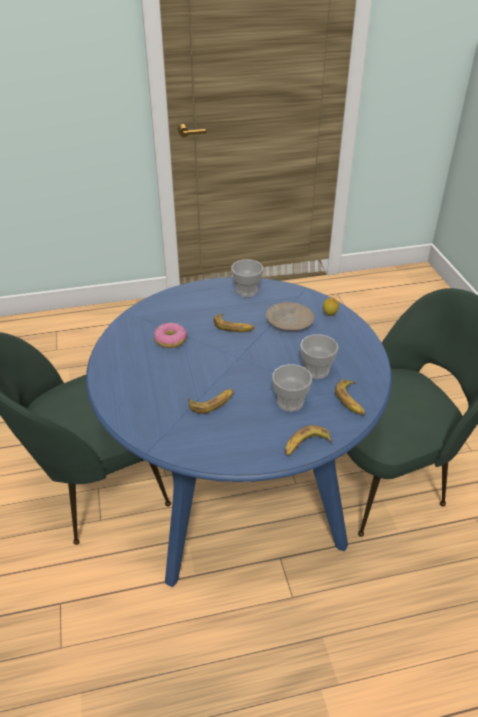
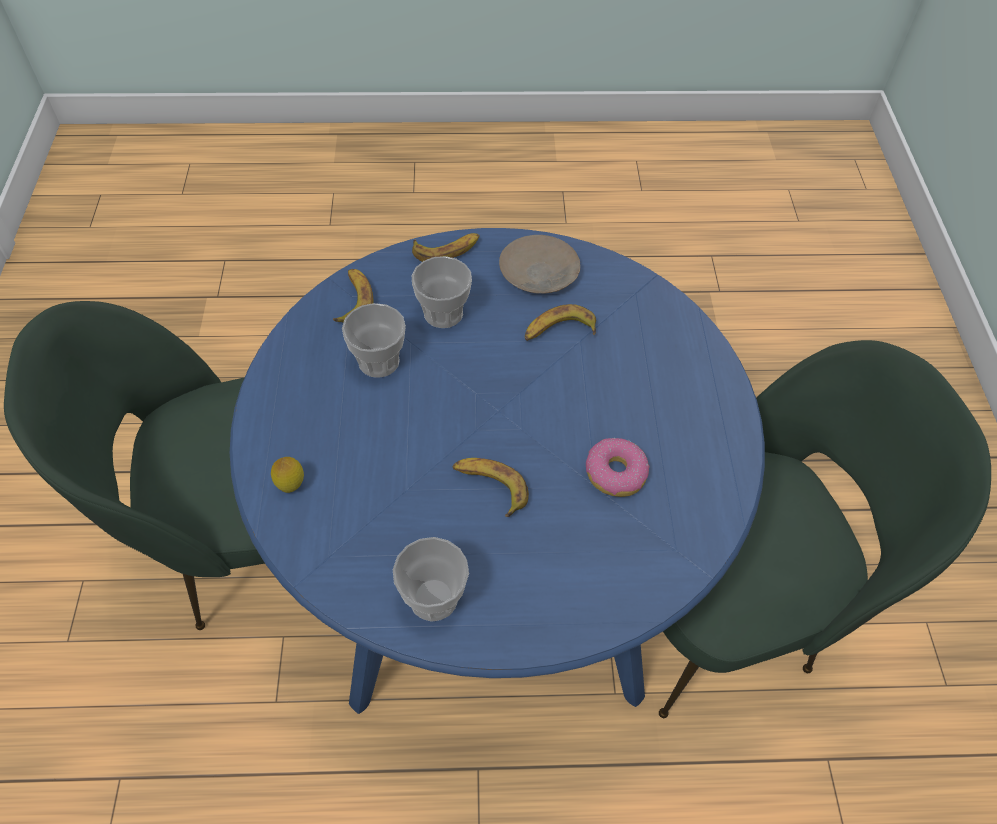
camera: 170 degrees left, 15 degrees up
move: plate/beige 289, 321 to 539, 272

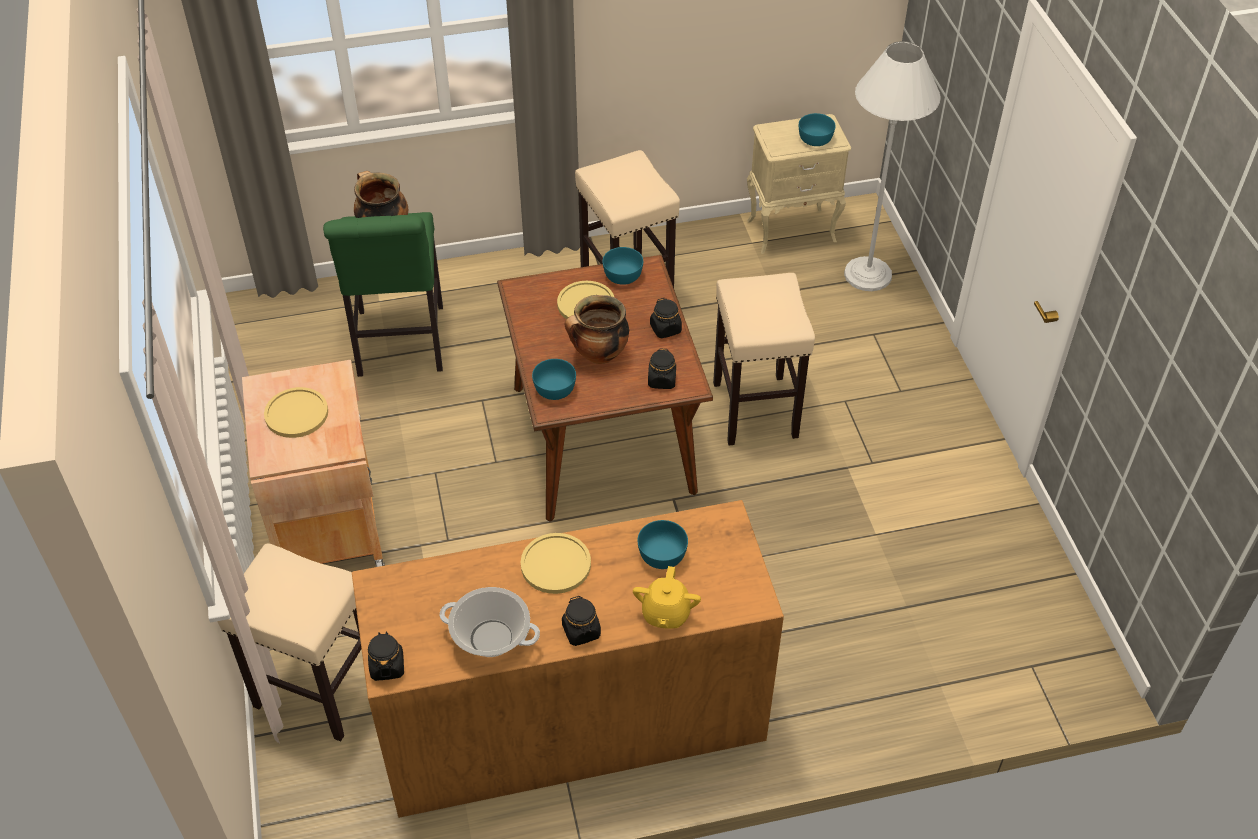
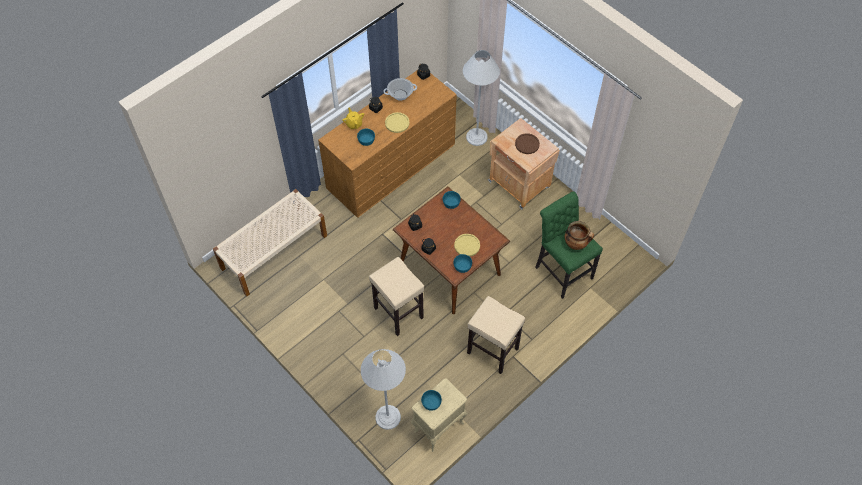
camera: 150 degrees right, 10 degrees up
delete: cooking pot 598, 355
insert: bench/beige 274, 251
replace: stool/beige 316, 690 to floor lamp/white 476, 137
recolor: plate/yellow 296, 414 to plate/brown 527, 144

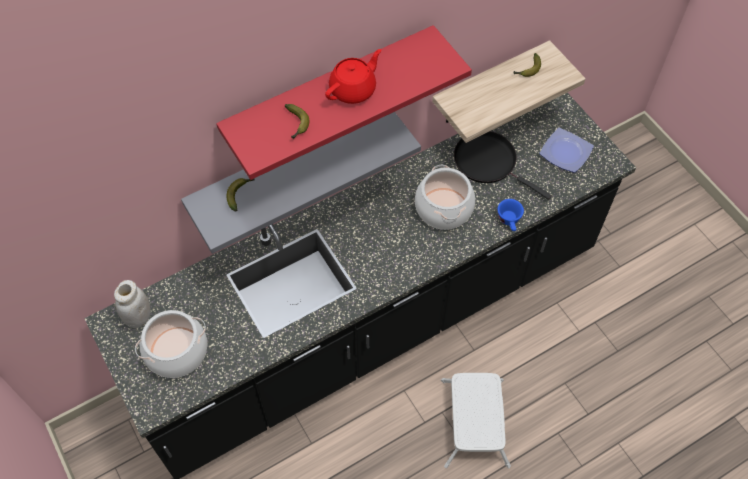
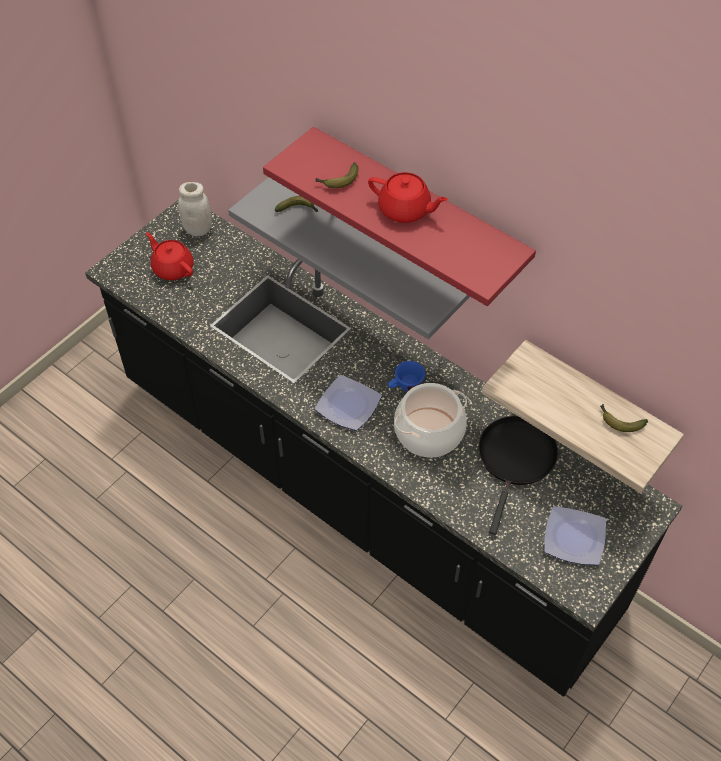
camera: 70 degrees right, 5 degrees down
delete: step ladder/white 475, 422
insert: plate 348, 407
move: cup/blue 509, 221 to 405, 386
replace: cooking pot 176, 352 to teapot/red 172, 268

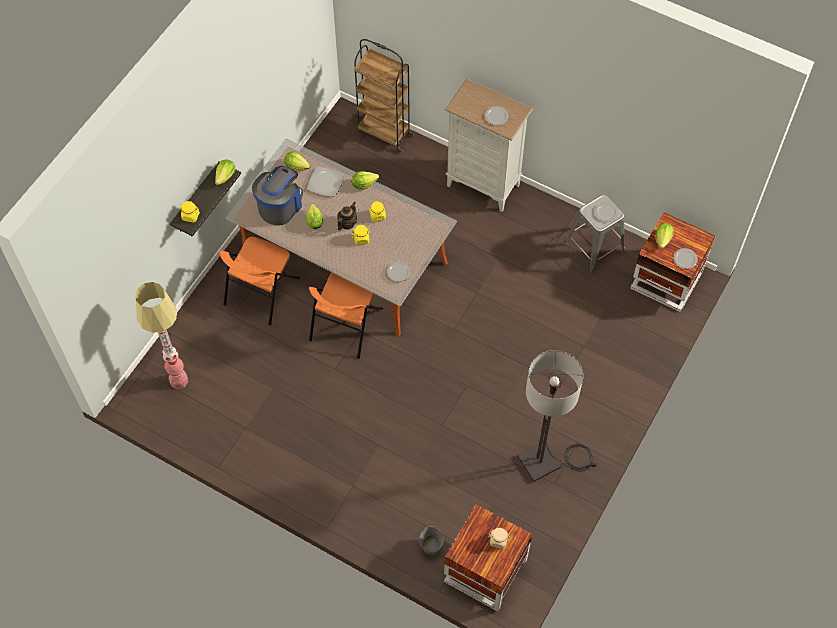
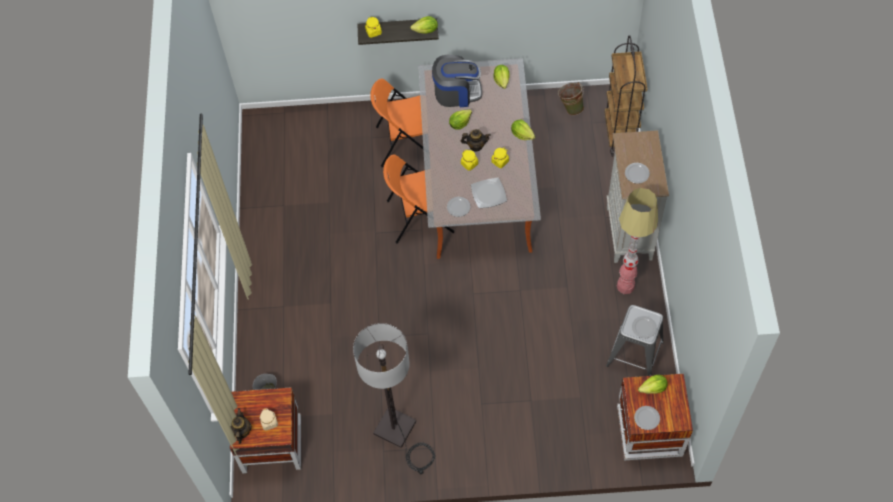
camera: 60 degrees right, 0 degrees up
insert: teapot 241, 431; bucket/green 570, 107
move: plate 326, 183 to 489, 194; floor lamp 179, 381 to 625, 286

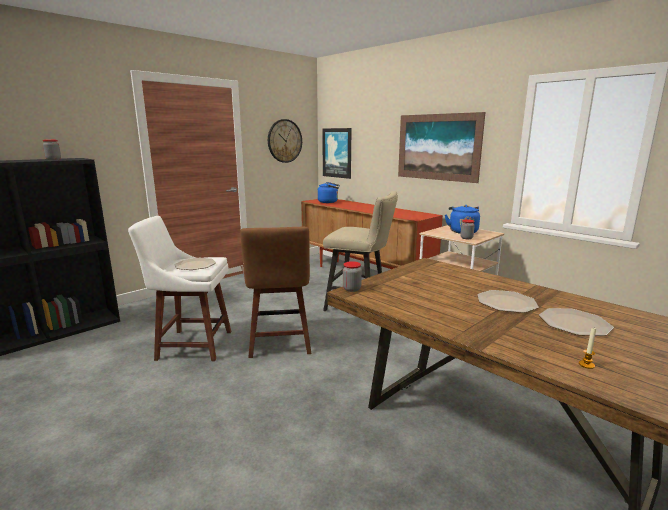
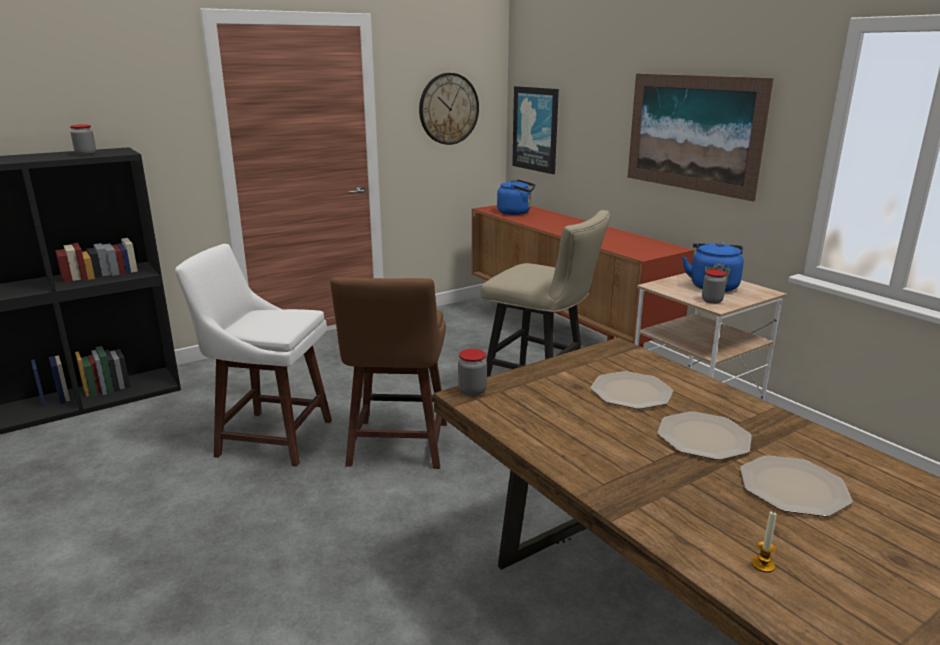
camera: 10 degrees right, 5 degrees up
move: plate 195, 265 to 632, 392

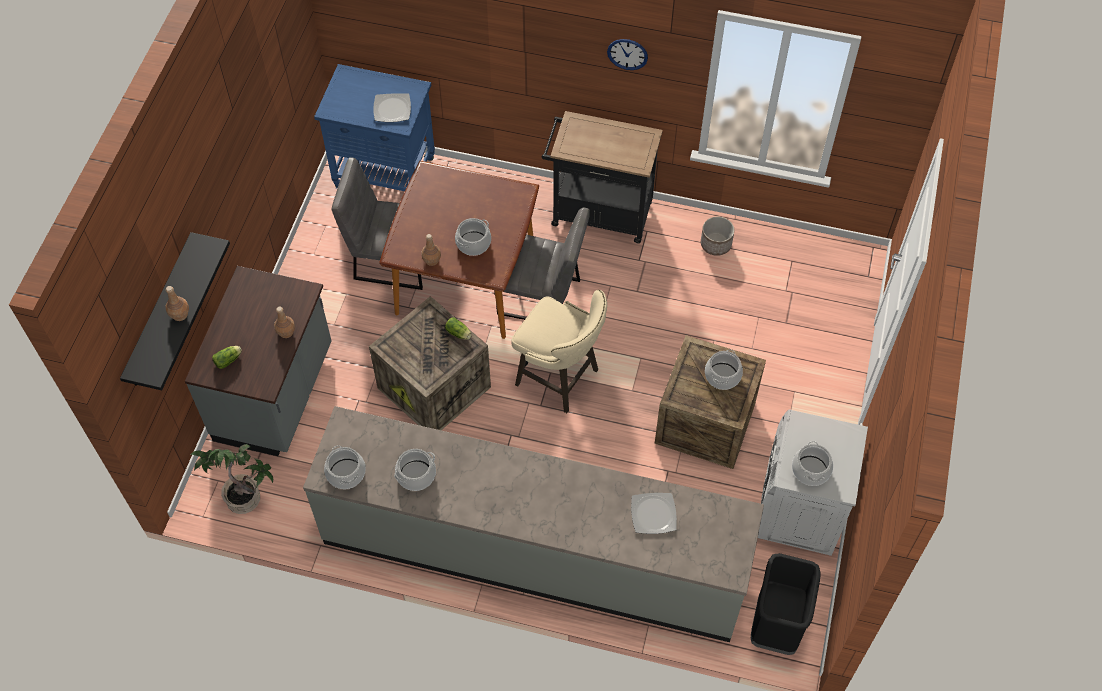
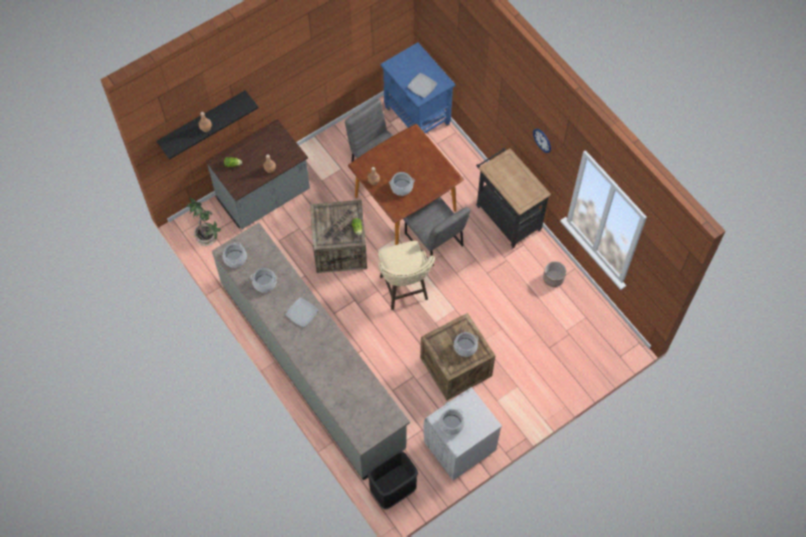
camera: 40 degrees right, 5 degrees up
move: plate 654, 514 to 302, 313

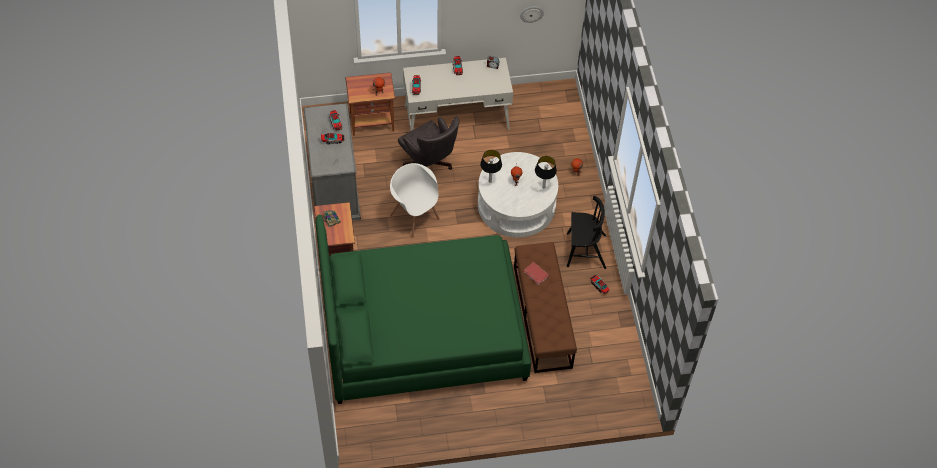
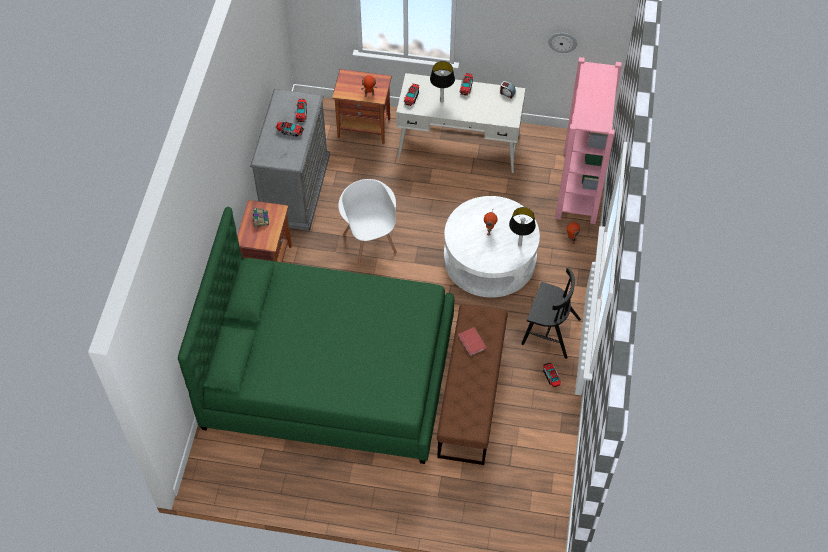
camera: 20 degrees right, 0 degrees up
delete: office chair/grey 429, 166
insert: bookcase/pink 579, 187
move: table lamp 490, 181 to 442, 101

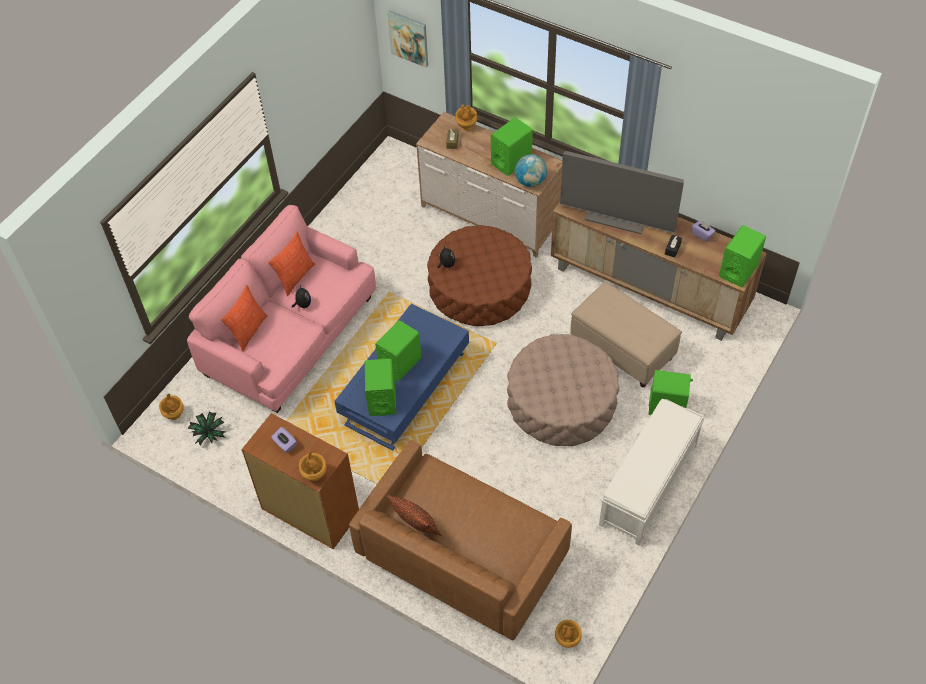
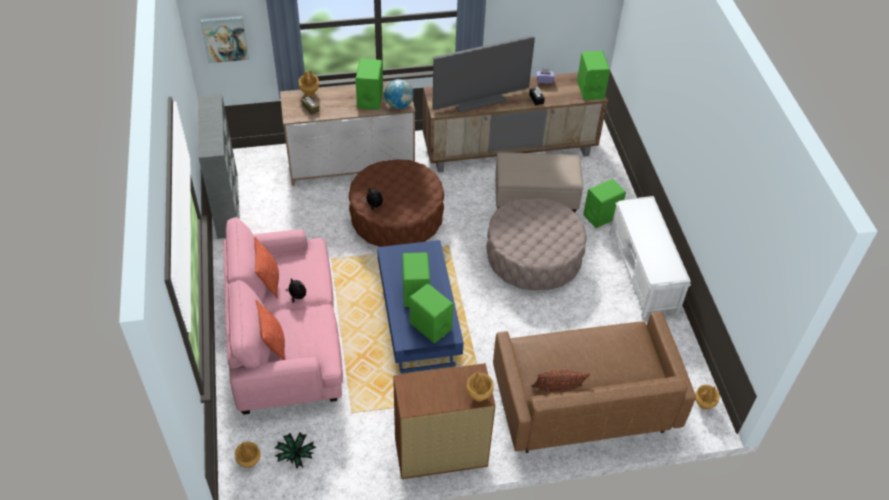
camera: 45 degrees left, 5 degrees down
delete: tissue box/purple 285, 444
insert: bookcase/grey 227, 205

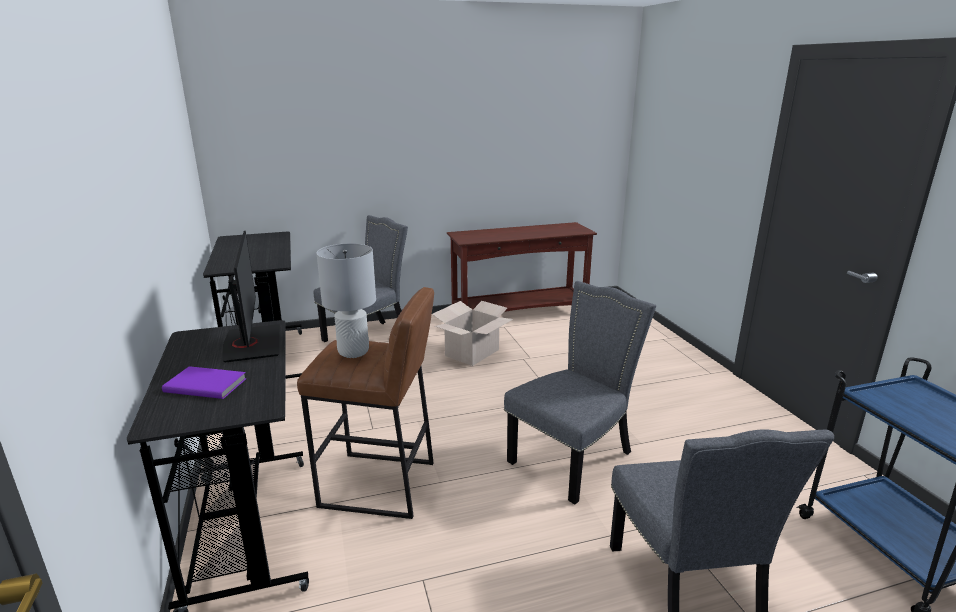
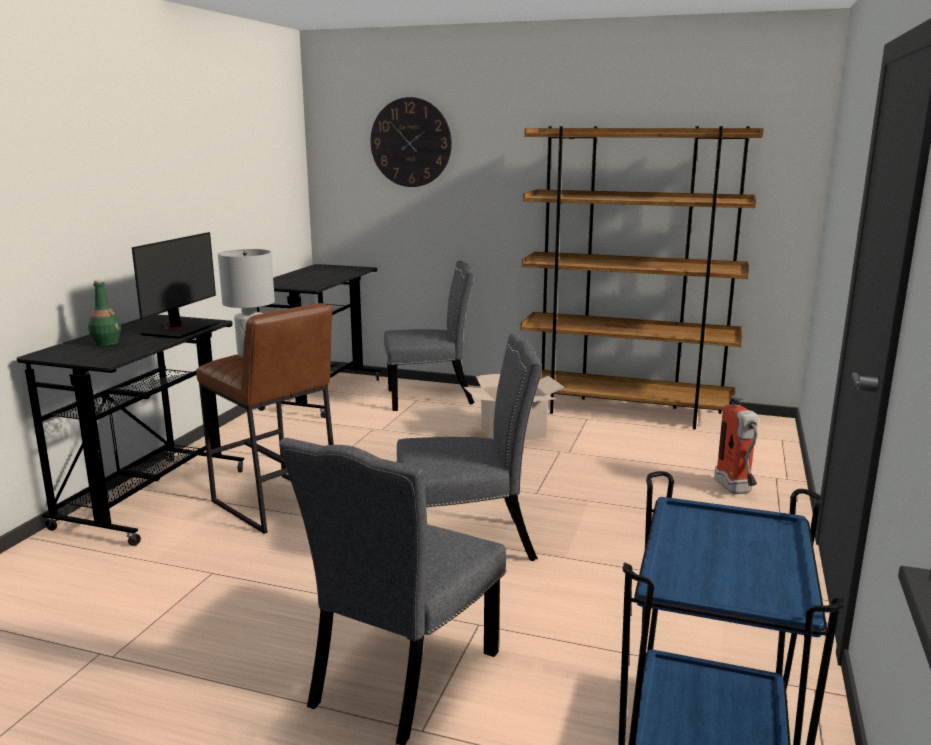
camera: 35 degrees right, 5 degrees down
insert: wall clock 411, 142; fire extinguisher 736, 490
replace: book/purple 205, 384 to bottle/green 107, 343; console table/brown 519, 314 to bookcase/brown 625, 411

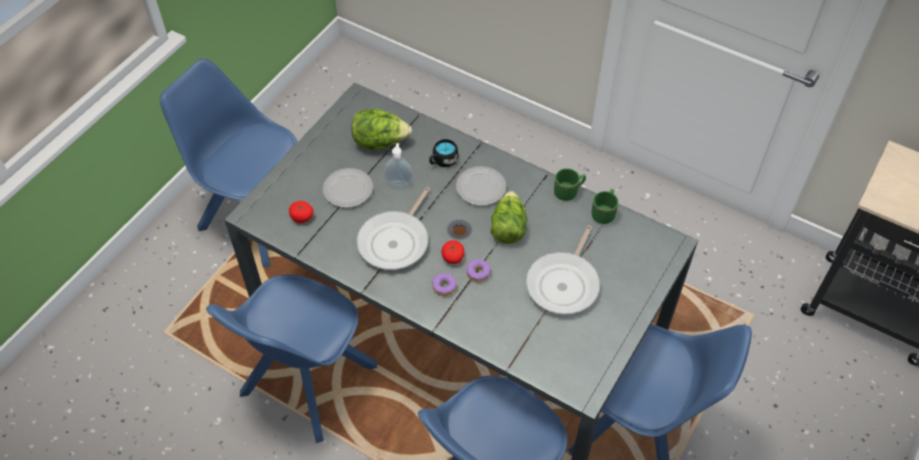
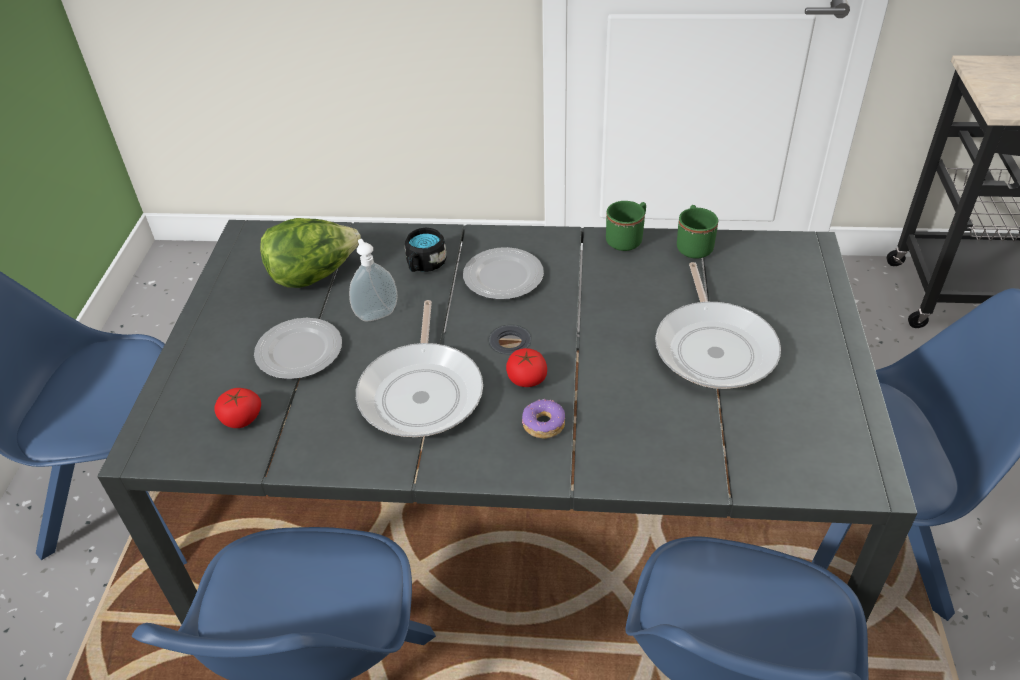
camera: 25 degrees left, 10 degrees down
delete: donut 478, 273; lettuce 507, 227

